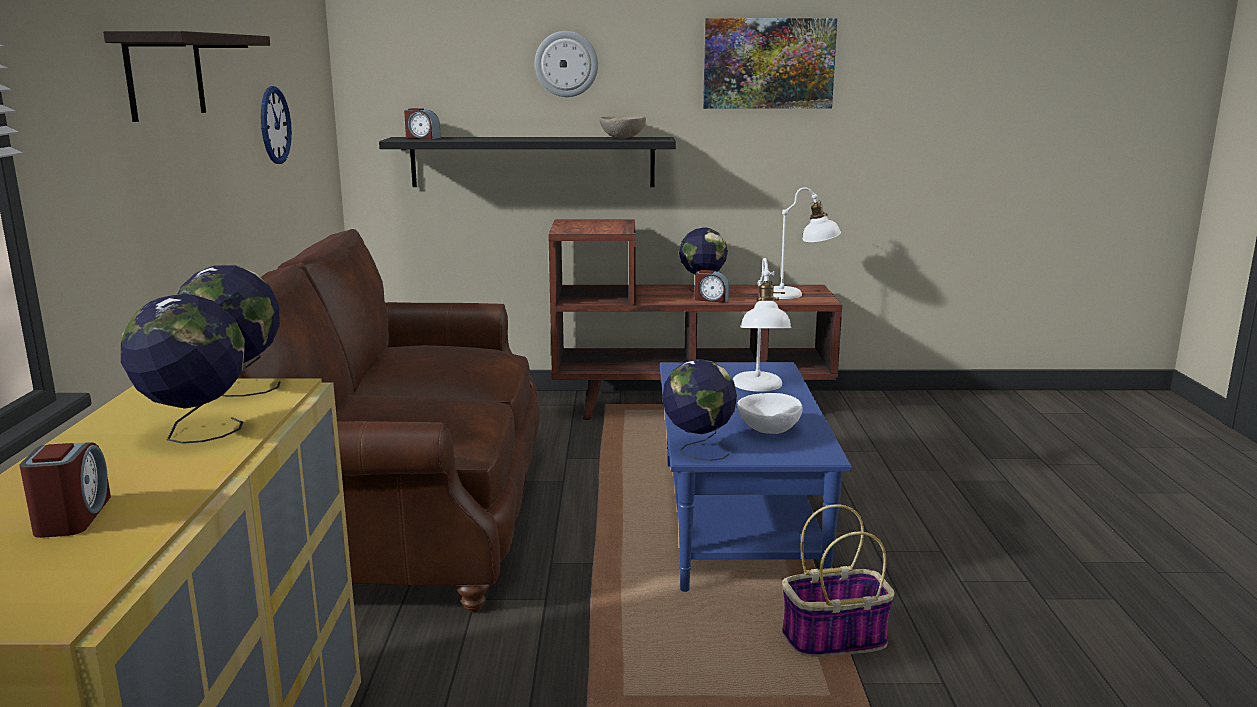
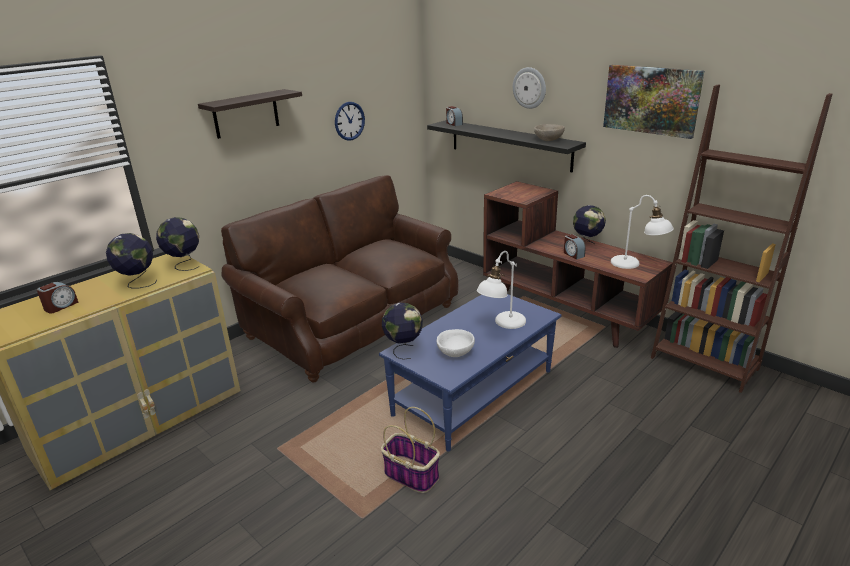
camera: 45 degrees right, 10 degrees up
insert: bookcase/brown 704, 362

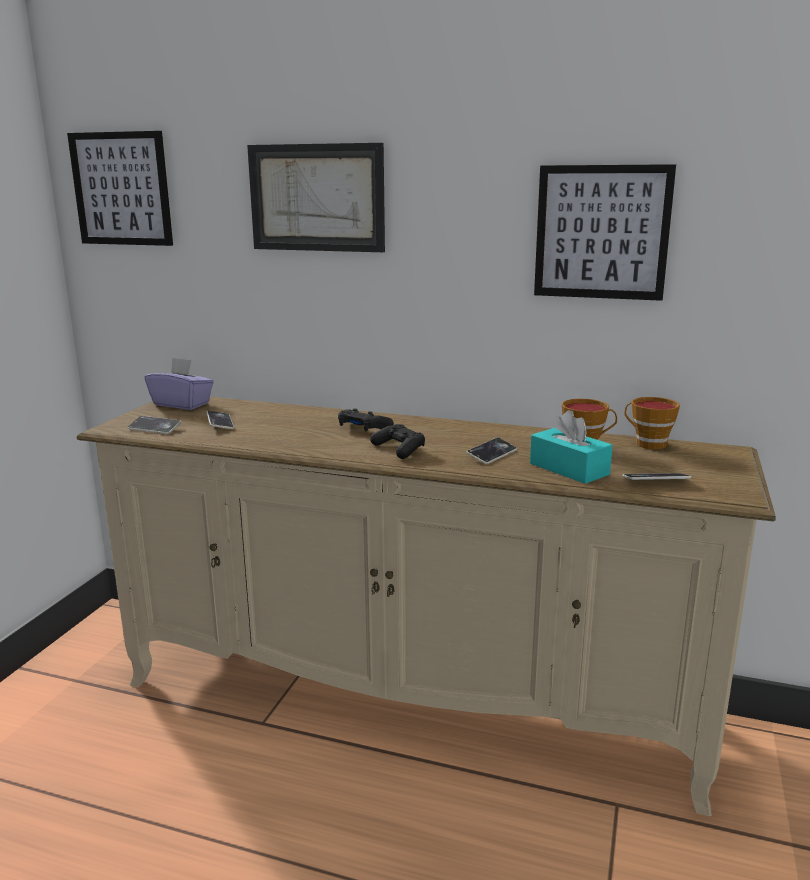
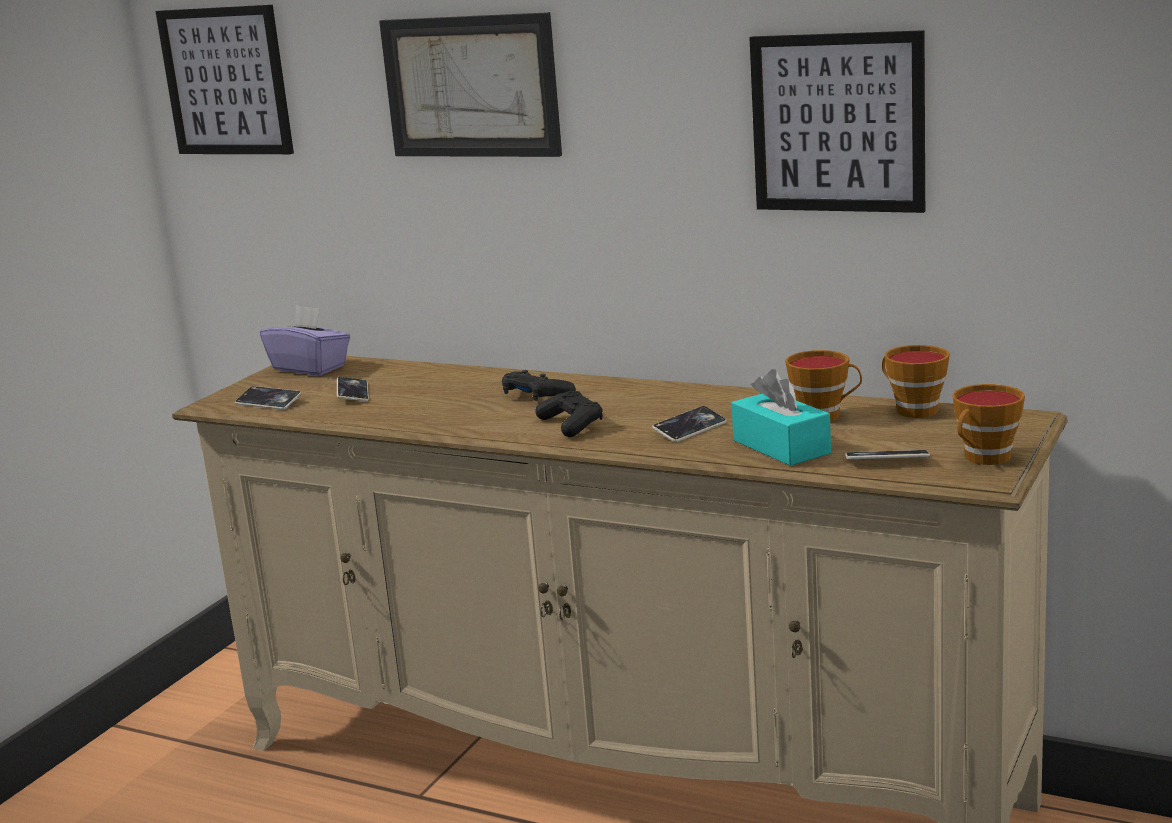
camera: 10 degrees right, 0 degrees up
insert: cup 984, 458

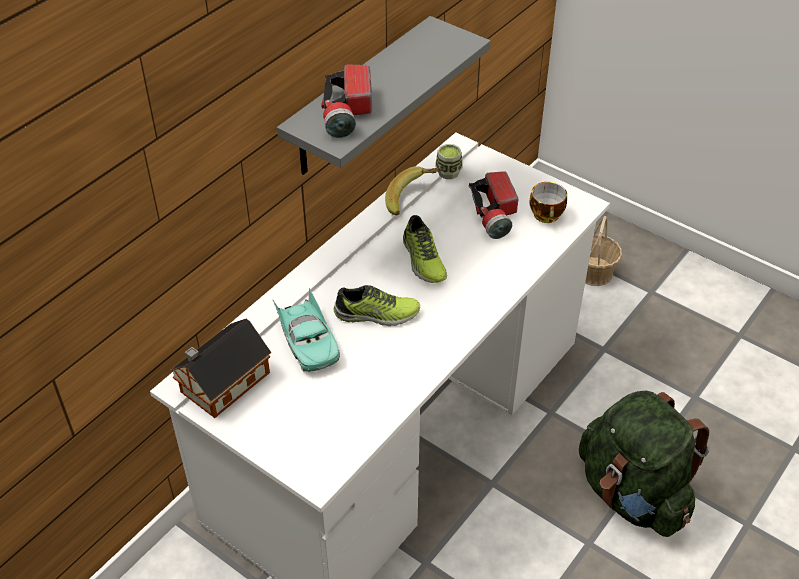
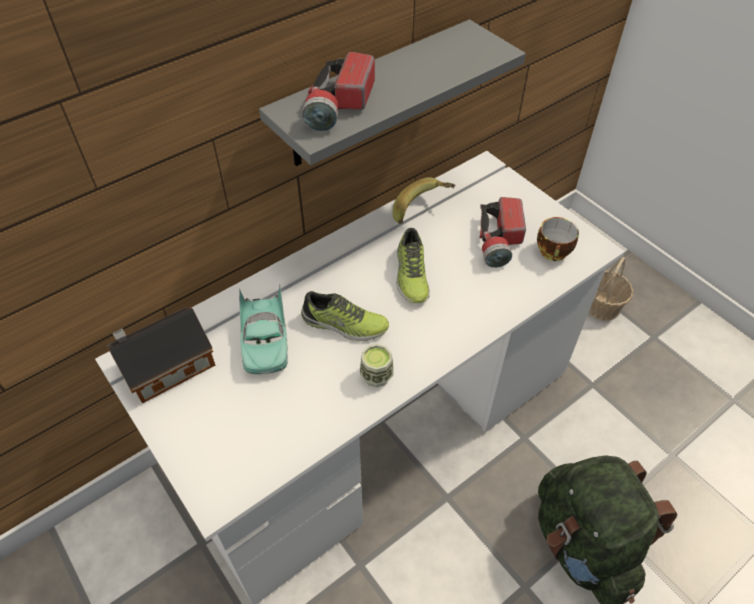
camera: 15 degrees right, 5 degrees up
move: cup 448, 172 to 376, 376

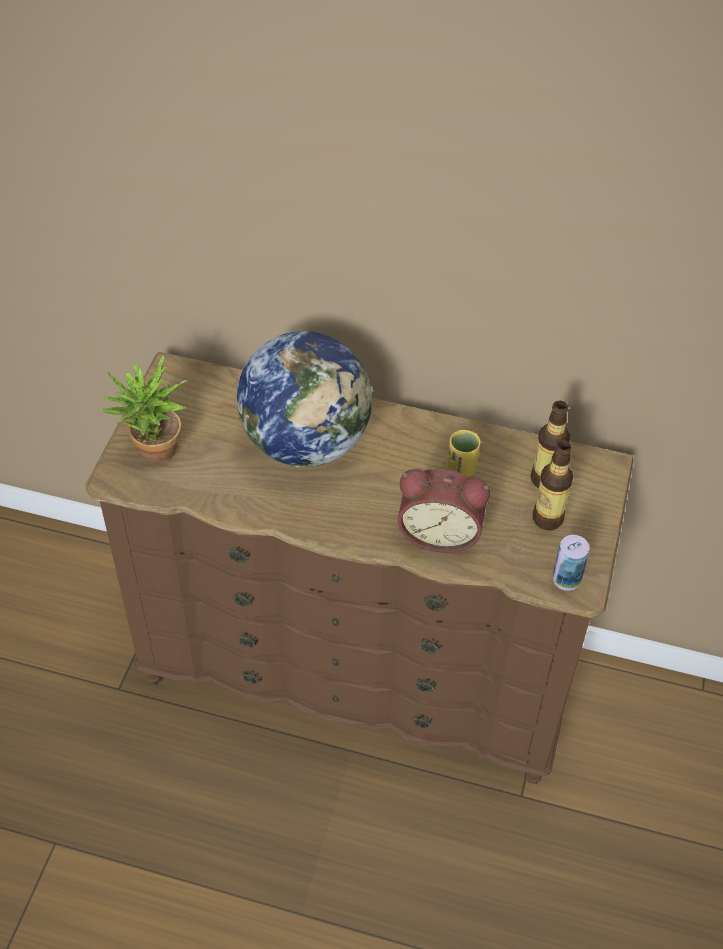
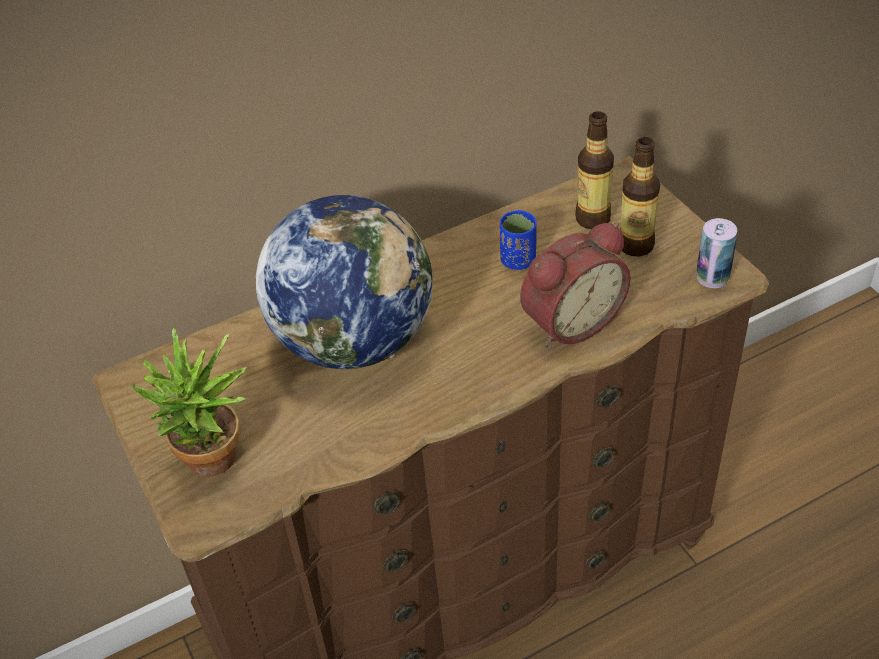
camera: 40 degrees left, 5 degrees down
recolor: cup/yellow 461, 469 to cup/blue 518, 261

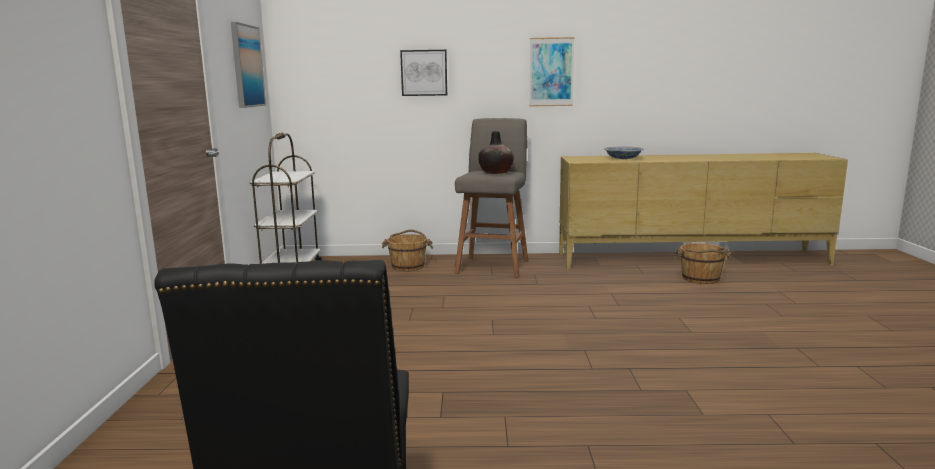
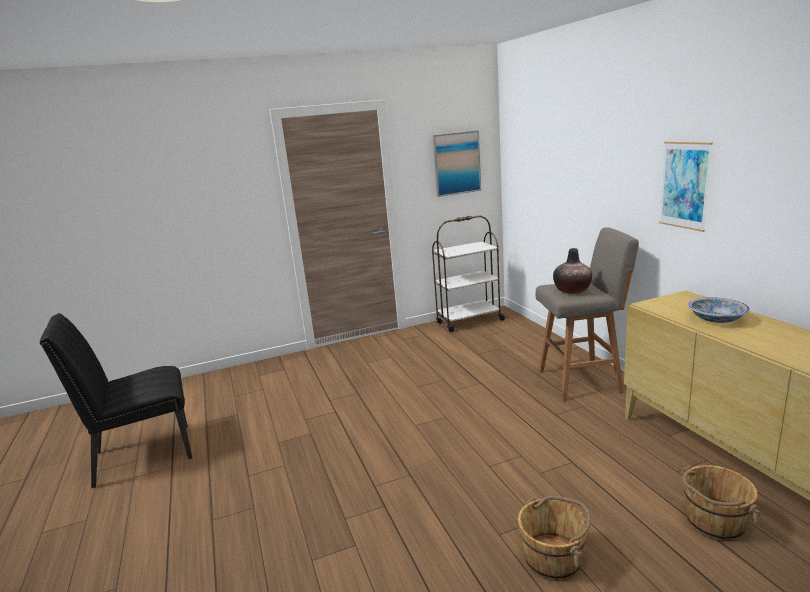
camera: 70 degrees right, 5 degrees up
delete: picture 424, 73
move: bucket/brown 408, 266 to 553, 559

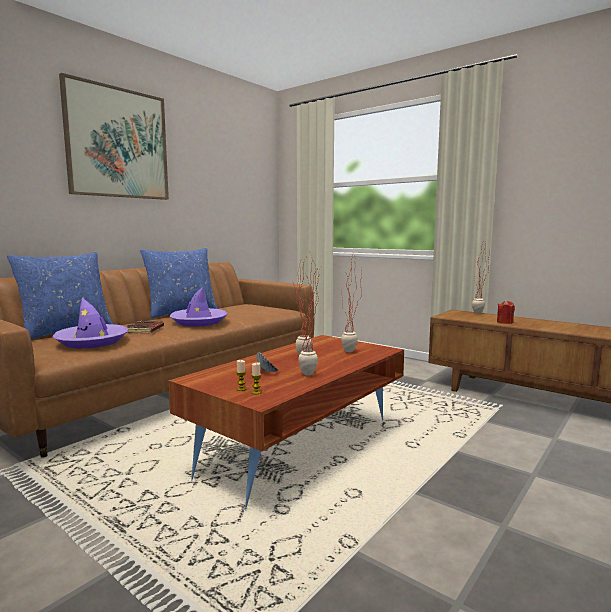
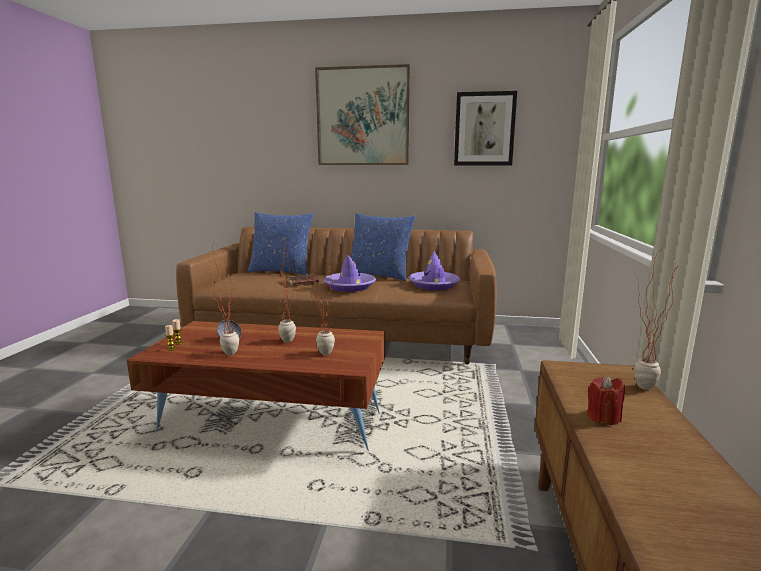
camera: 60 degrees right, 5 degrees up
insert: picture 484, 129
move: hat/purple 92, 342 to 434, 285

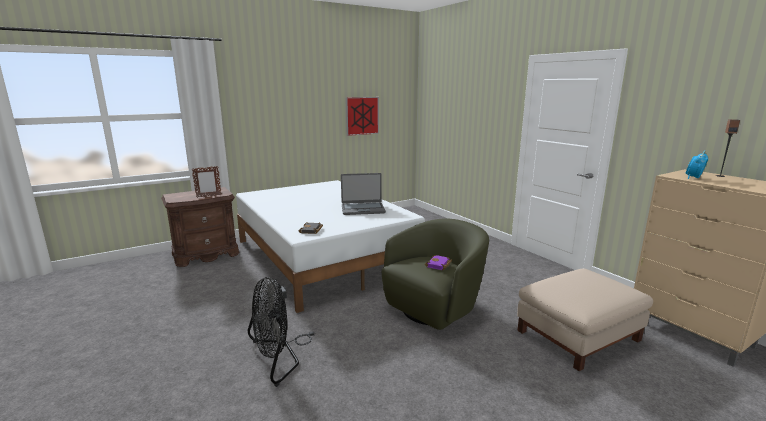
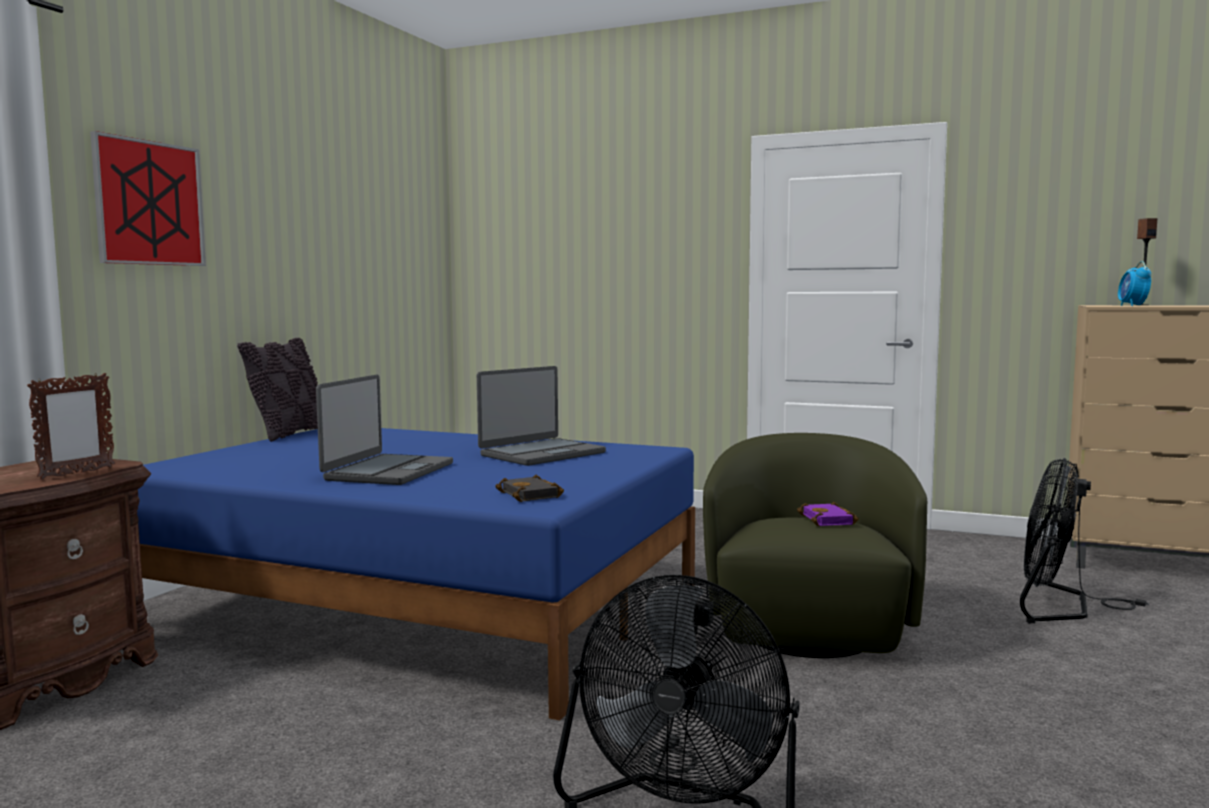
camera: 35 degrees left, 10 degrees down
insert: pillow/black 290, 433; laptop 388, 472
move: picture 362, 116 to 149, 203
replace: ottoman/beige 578, 336 to fan/black 1061, 604
recolor: bed/white 324, 256 to bed/blue 420, 606

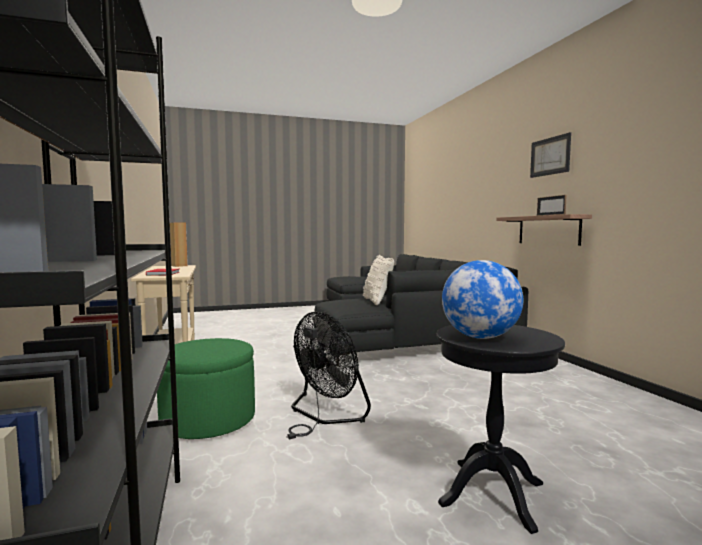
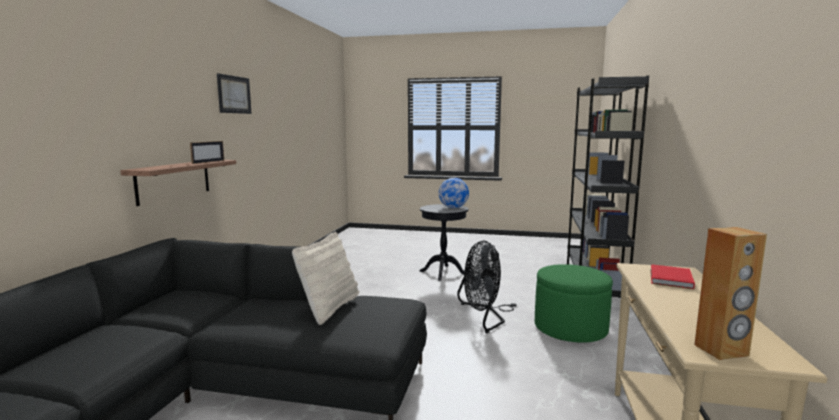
camera: 150 degrees left, 5 degrees up
move: picture 550, 156 to 234, 94

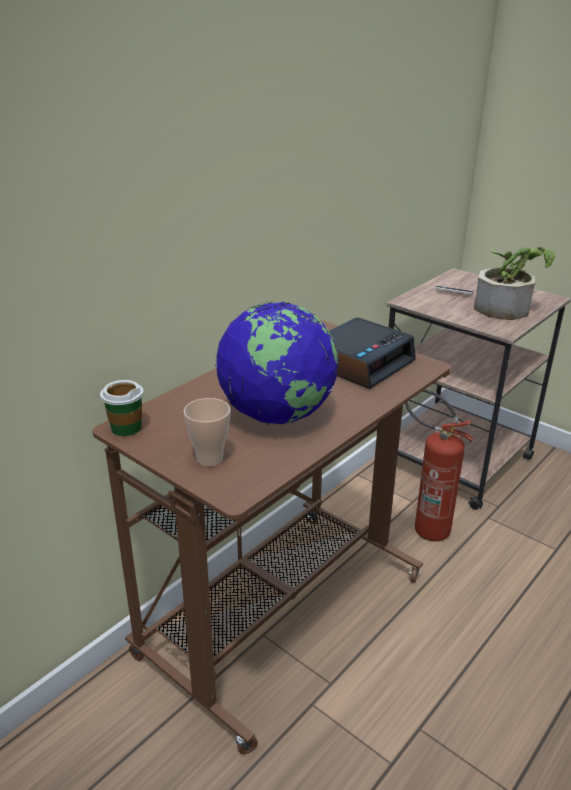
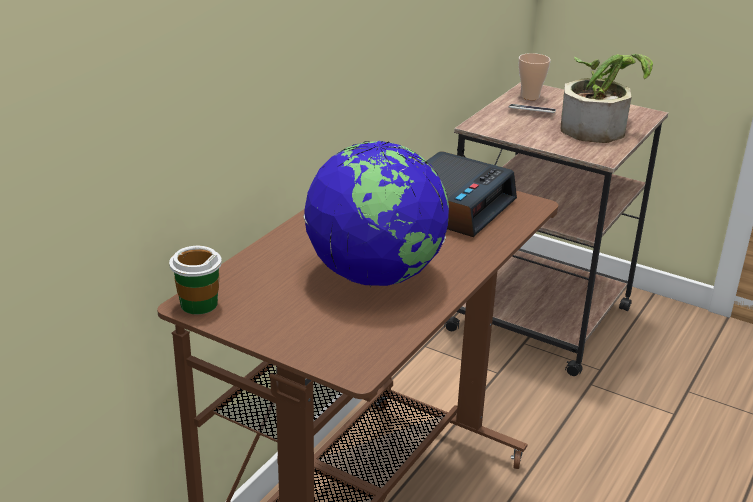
camera: 10 degrees left, 0 degrees up
delete: fire extinguisher 423, 527
move: cup 209, 459 to 530, 97

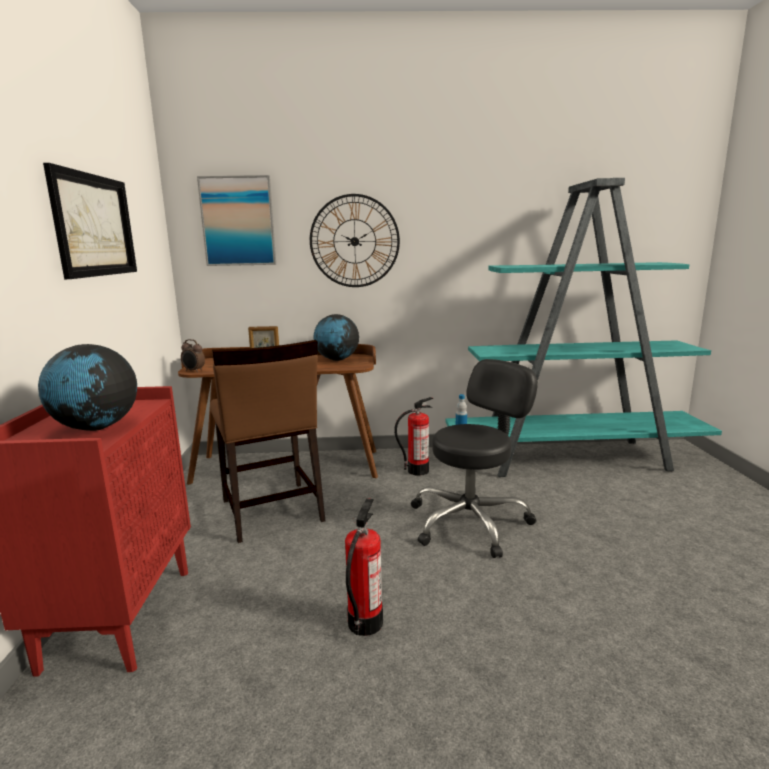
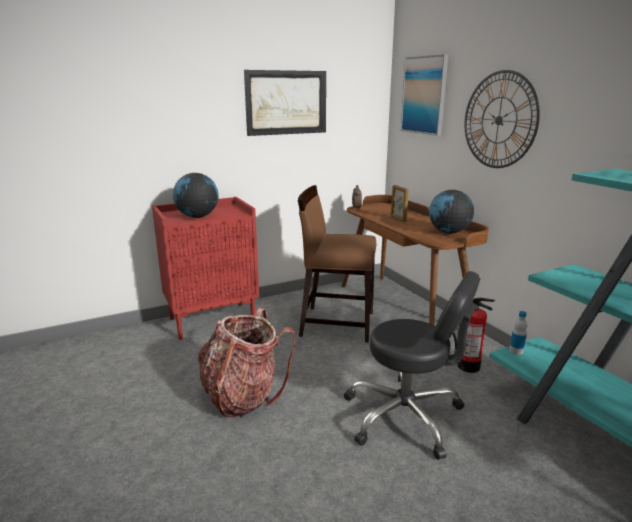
camera: 65 degrees right, 5 degrees up
replace: fire extinguisher 364, 623 to backpack 243, 396
rotate: chair/brown 271, 511 = 336, 323 60 degrees clockwise

